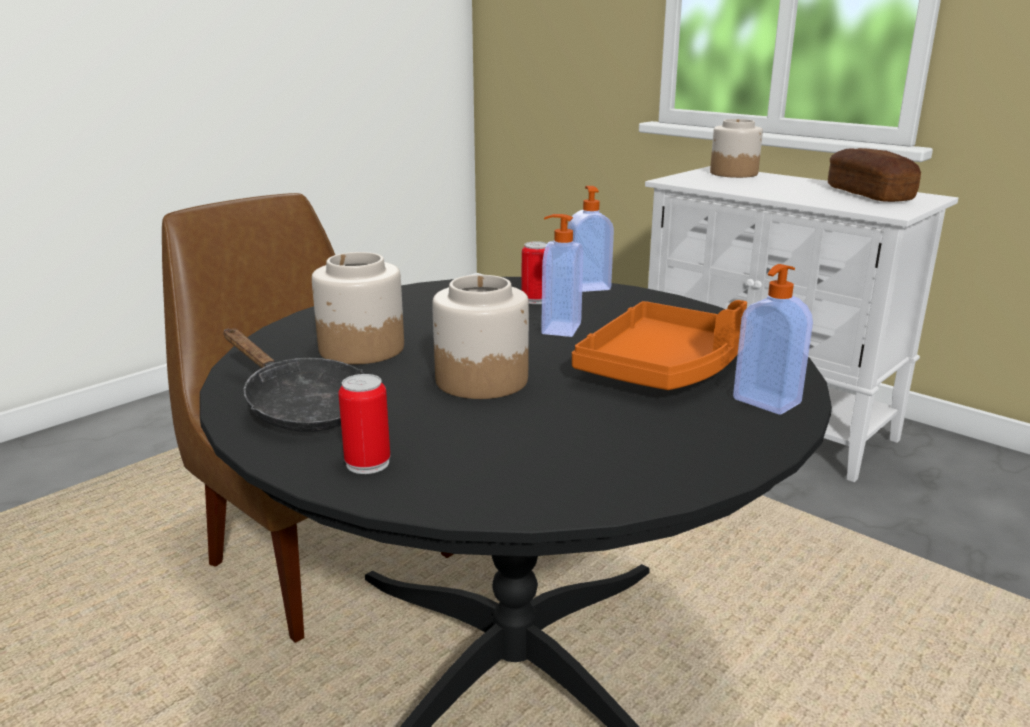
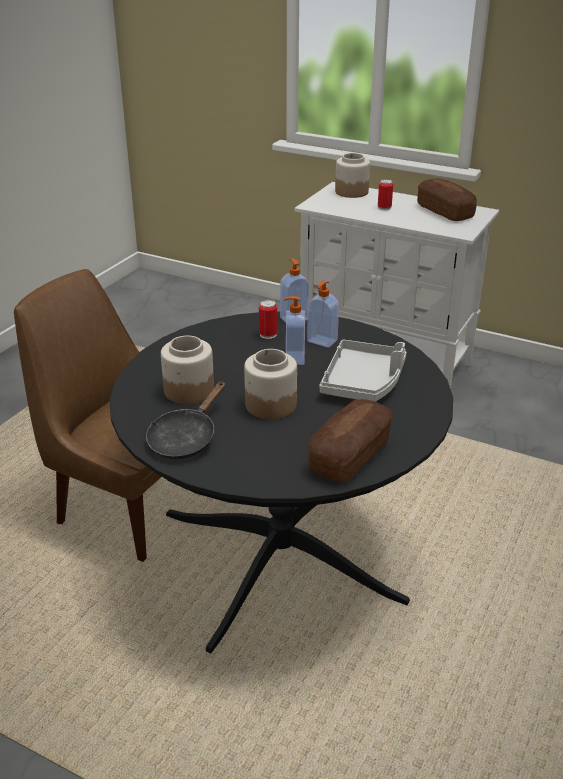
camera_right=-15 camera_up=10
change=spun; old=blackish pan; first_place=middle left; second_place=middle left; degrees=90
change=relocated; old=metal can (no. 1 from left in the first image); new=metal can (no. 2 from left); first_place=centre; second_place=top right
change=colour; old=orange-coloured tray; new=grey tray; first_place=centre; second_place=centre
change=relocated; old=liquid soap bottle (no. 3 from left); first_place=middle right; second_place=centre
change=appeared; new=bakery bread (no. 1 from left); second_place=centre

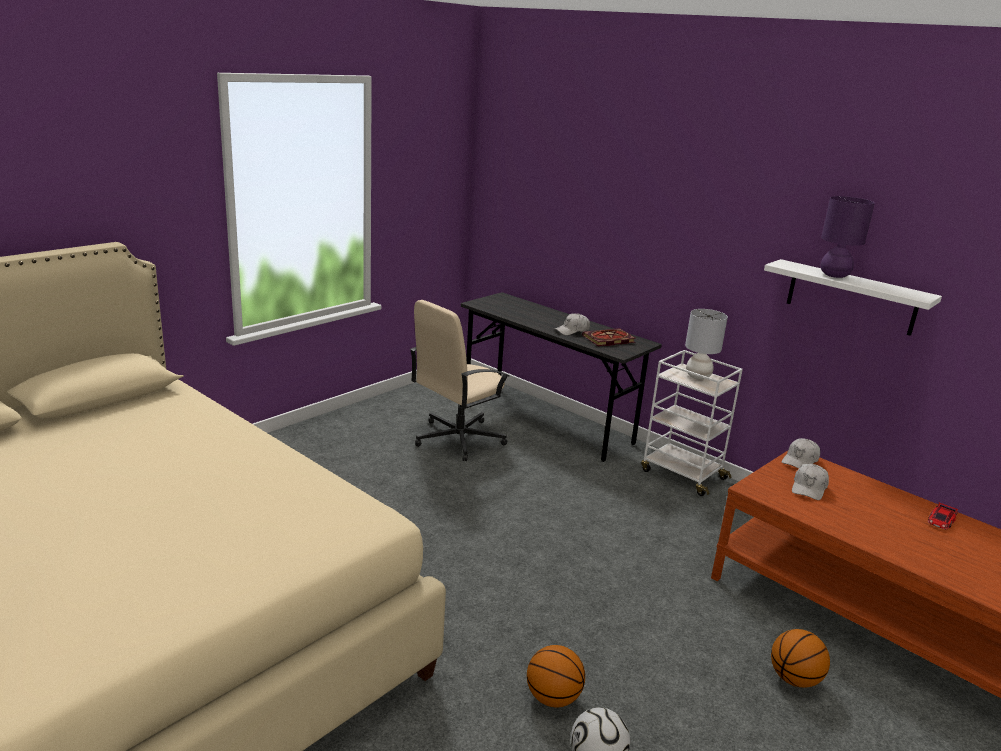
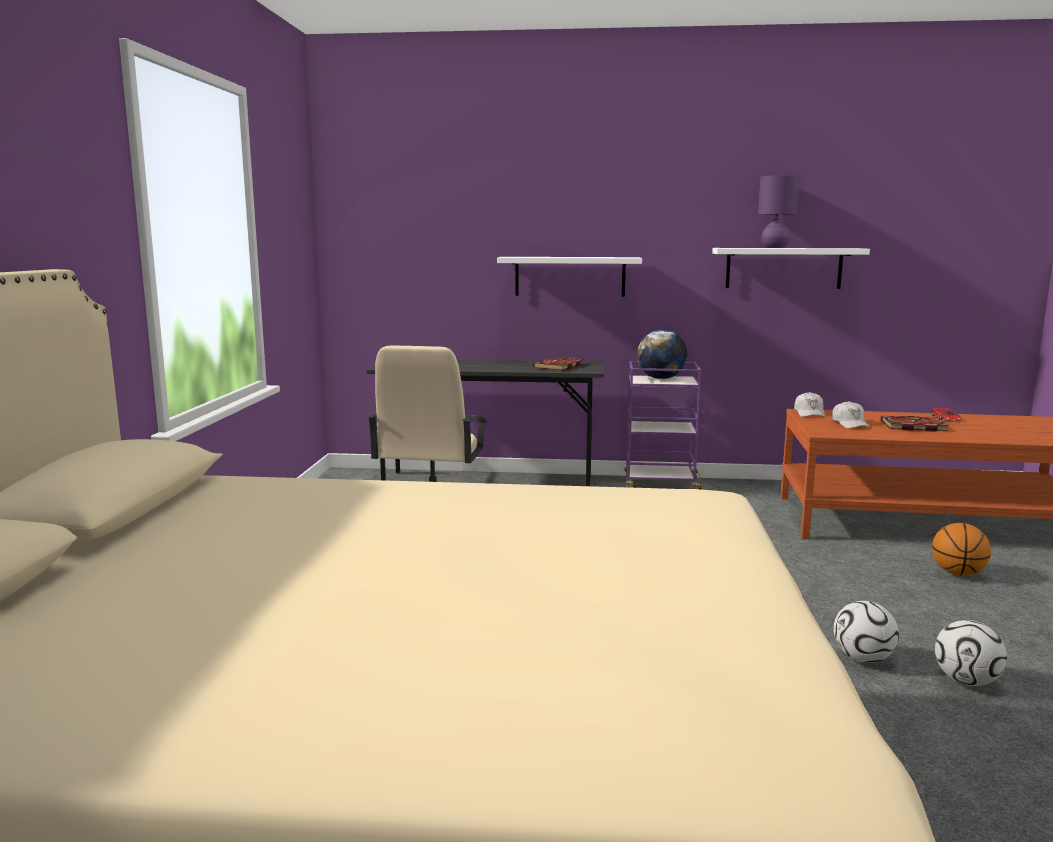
camera_right=-35 camera_up=-10
change=exchanged; old=ball for basketball (no. 1 from left); new=football (no. 1 from left); first_place=bottom centre; second_place=bottom right
change=missing; old=white cap (no. 1 from left); first_place=centre
change=colour; old=white wheeled cart; new=purple wheeled cart; first_place=middle right; second_place=centre
change=exchanged; old=grey lamp for a table; new=world globe; first_place=middle right; second_place=centre
change=appeared; new=white shelf (no. 1 from left); second_place=top centre
change=appeared; new=volume (no. 2 from left); second_place=middle right

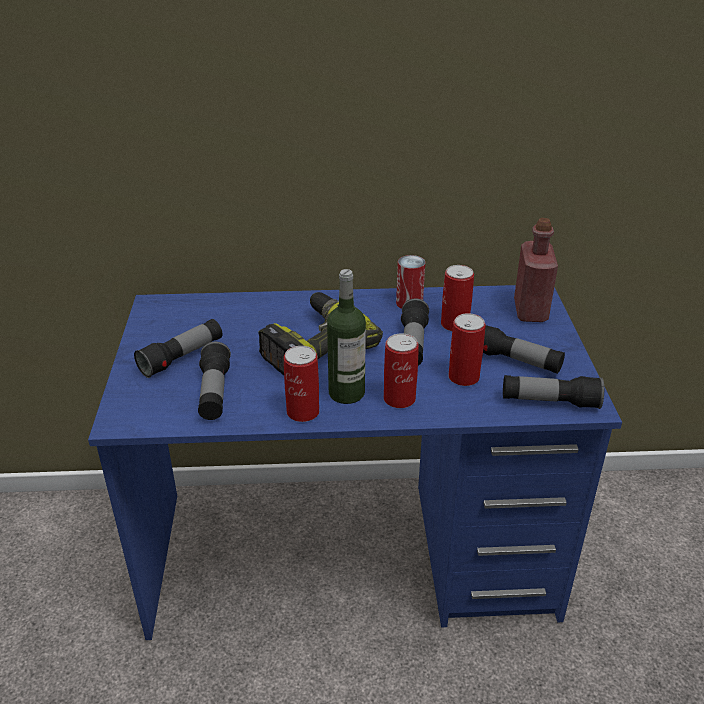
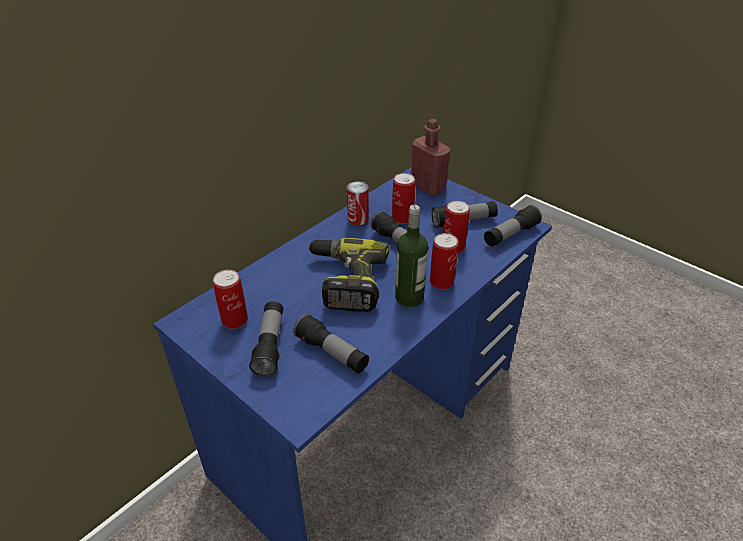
camera_right=-45 camera_up=5
change=relocated; old=metal can (no. 1 from left); first_place=centre; second_place=middle left

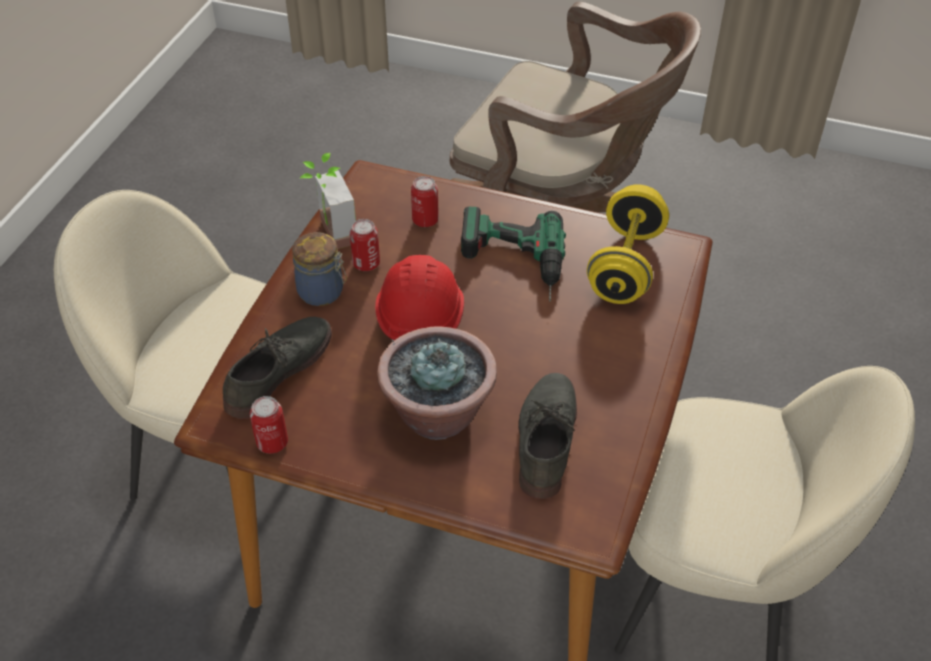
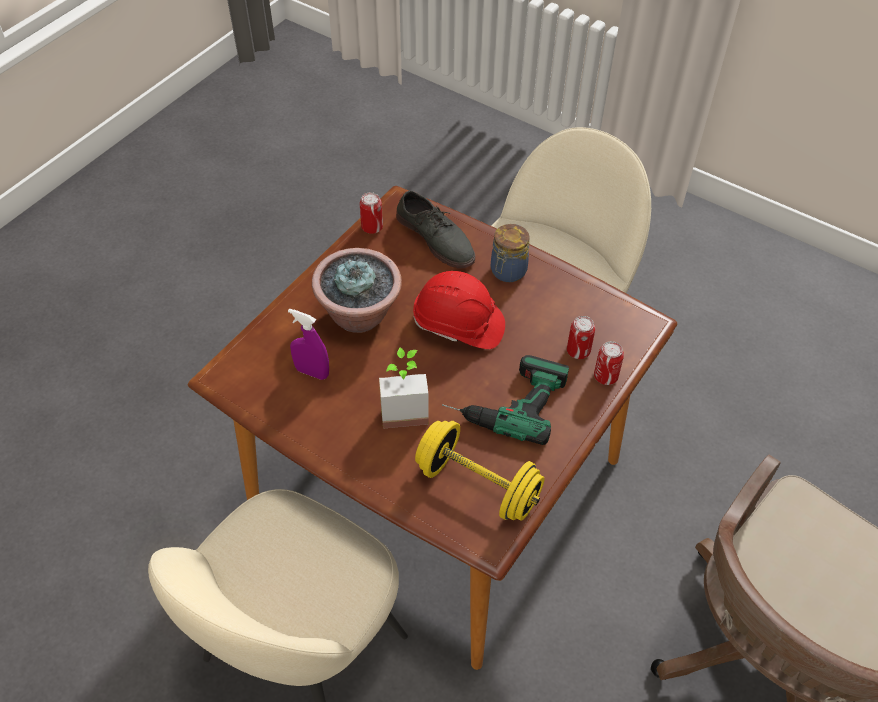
camera_right=105 camera_up=5
change=relocated; old=houseplant (no. 1 from left in the first image); new=houseplant (no. 2 from left); first_place=top centre; second_place=centre
change=relocated; old=metal can (no. 2 from left in the first image); new=metal can (no. 3 from left); first_place=centre; second_place=middle right
change=exchanged; old=grey item of footwear (no. 2 from left); new=purple spray bottle; first_place=centre; second_place=centre

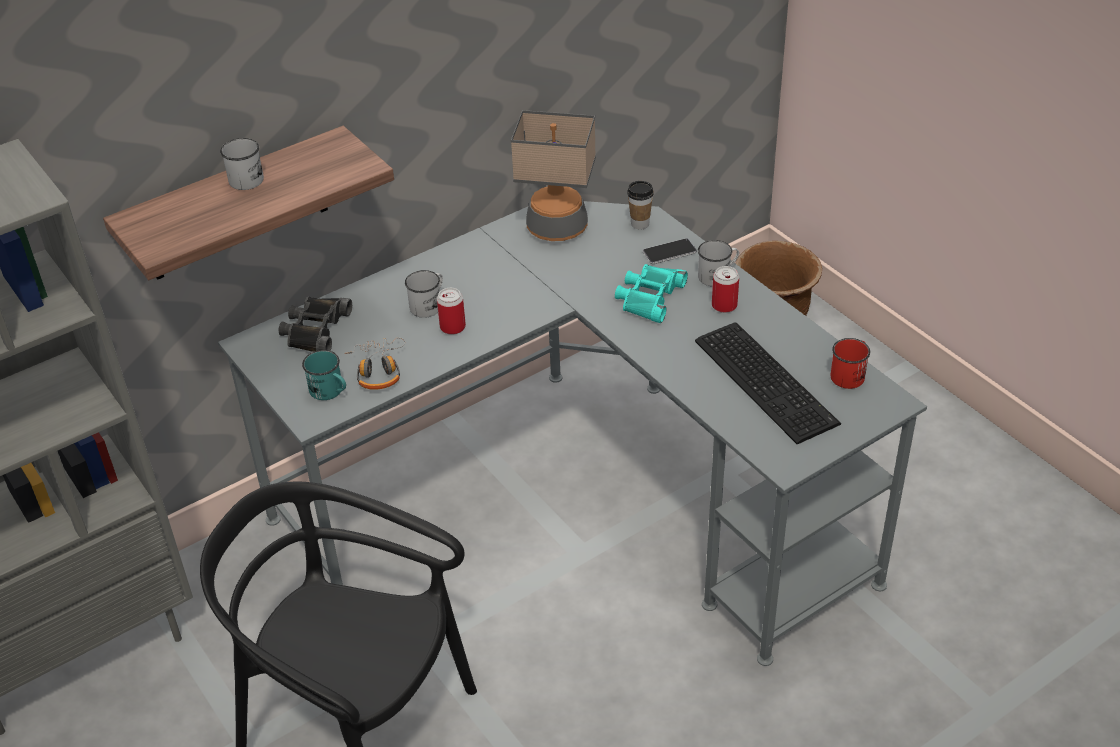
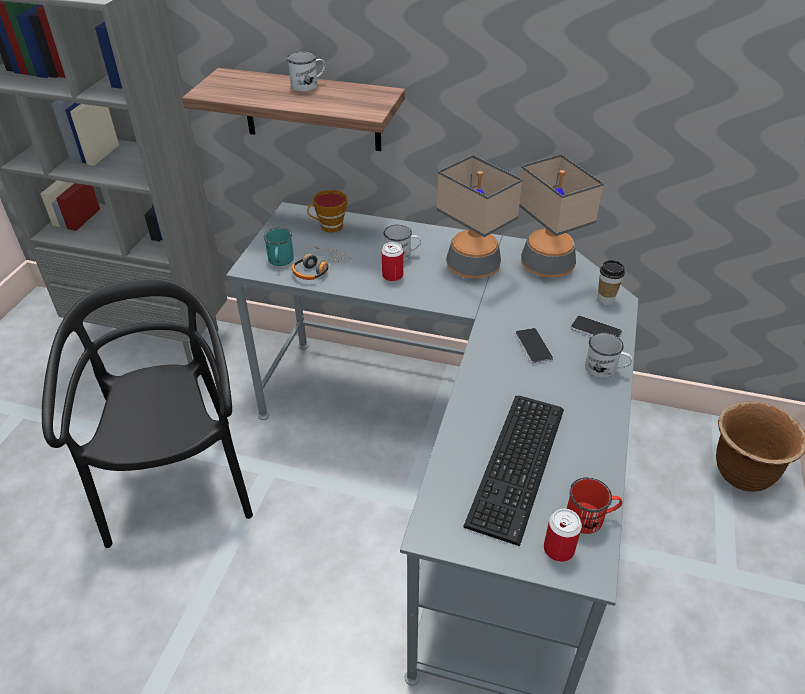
camera_right=50 camera_up=0
change=exchanged; old=blackish pair of binoculars; new=small cup (no. 1 from left); first_place=middle left; second_place=top centre
change=exchanged; old=turquoise-coloured pair of binoculars; new=phone (no. 1 from left); first_place=centre; second_place=centre
change=relocated; old=metal can (no. 2 from left); first_place=centre; second_place=bottom right
change=appeared; new=lamp for a table (no. 1 from left); second_place=top centre

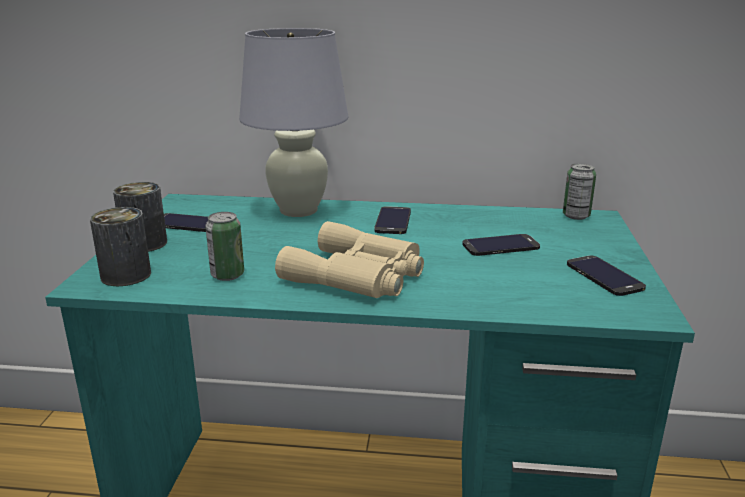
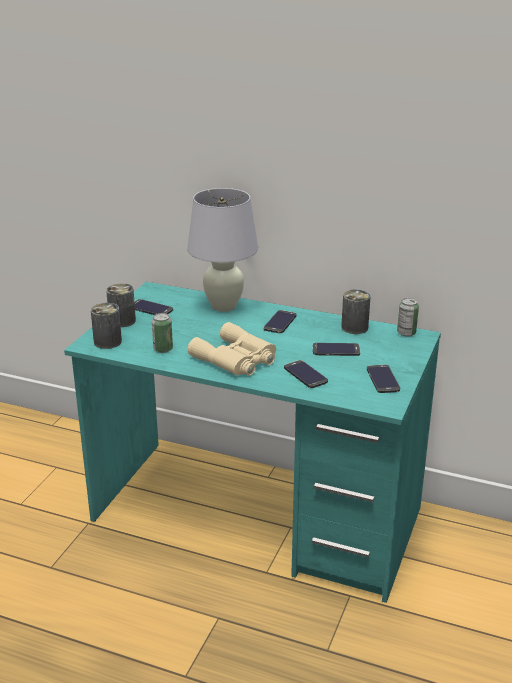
camera_right=15 camera_up=5
change=appeared; new=phone (no. 3 from left); second_place=centre
change=appeared; new=metal can (no. 4 from left); second_place=middle right

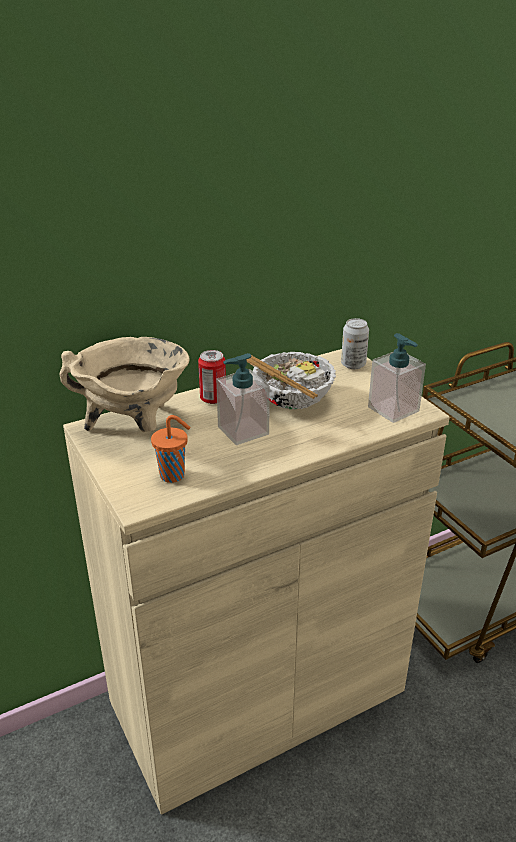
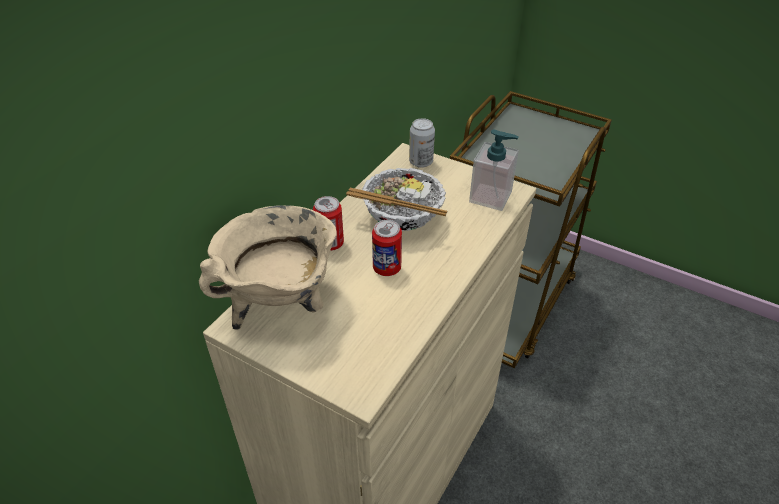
camera_right=-30 camera_up=10
change=missing; old=orange-coloured small cup; first_place=middle left
change=exchanged; old=liquid soap bottle (no. 1 from left); new=metal can (no. 2 from left); first_place=centre; second_place=centre

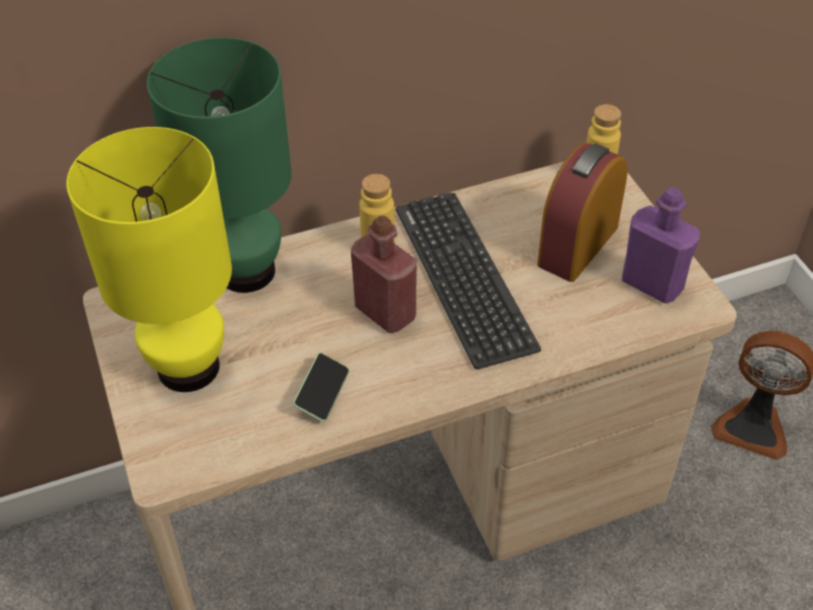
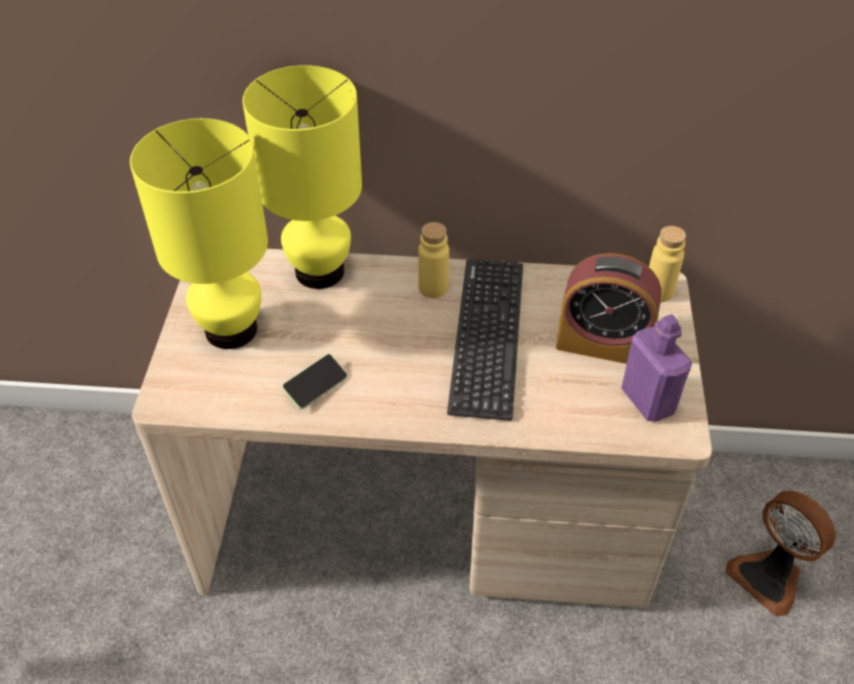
camera_right=25 camera_up=0
change=colour; old=green-coloured lamp for a table; new=yellow-coloured lamp for a table (no. 2 from left); first_place=top left; second_place=top centre
change=missing; old=red-coloured drink bottle; first_place=centre
change=spun; old=bedside clock; first_place=middle right; second_place=middle right; degrees=-135

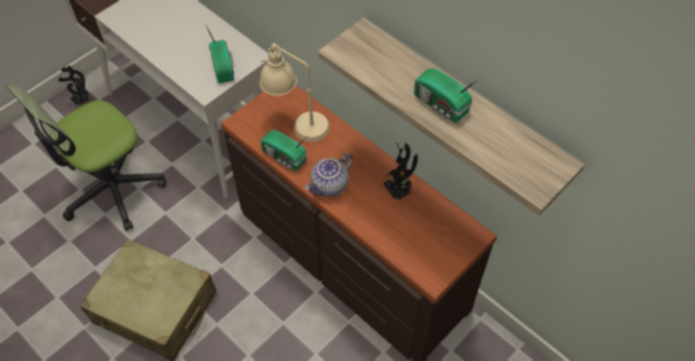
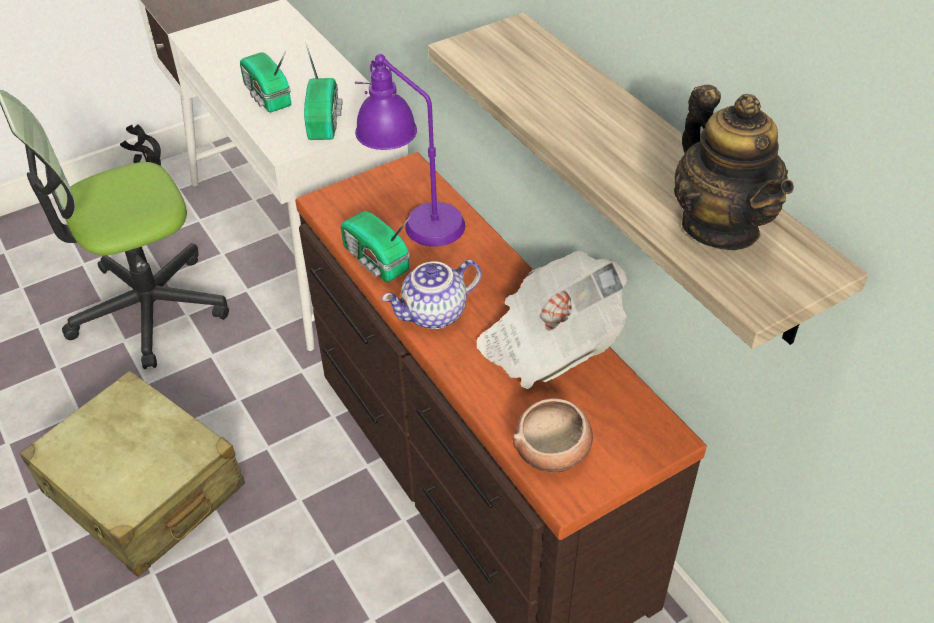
camera_right=15 camera_up=-10
change=colour; old=beige lamp for a table; new=purple lamp for a table; first_place=top centre; second_place=top centre
change=exchanged; old=houseplant (no. 2 from left); new=daily paper; first_place=centre; second_place=centre
change=relocated; old=radio receiver (no. 3 from left in the first image); new=radio receiver (no. 1 from left); first_place=top centre; second_place=top left
change=appeared; new=deep dish; second_place=bottom centre
change=appeared; new=tea pot (no. 2 from left); second_place=top right

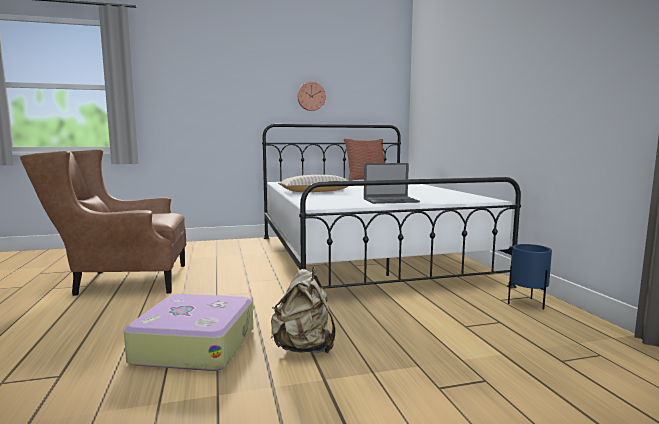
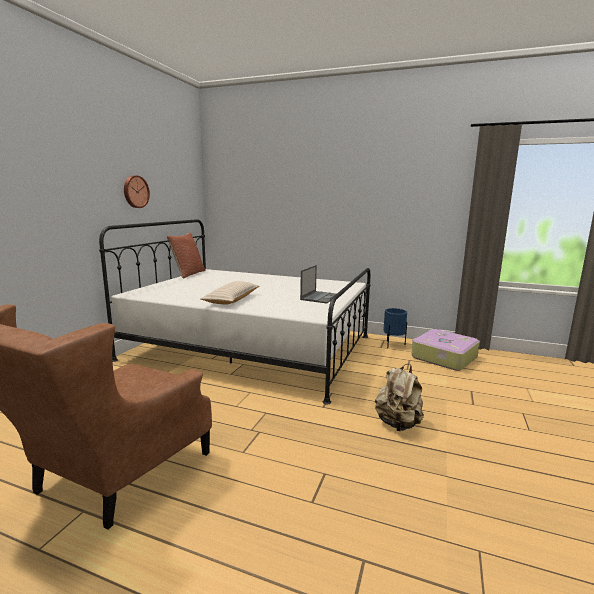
camera_right=-55 camera_up=5
change=relocated; old=piece of luggage; first_place=bottom left; second_place=middle right

